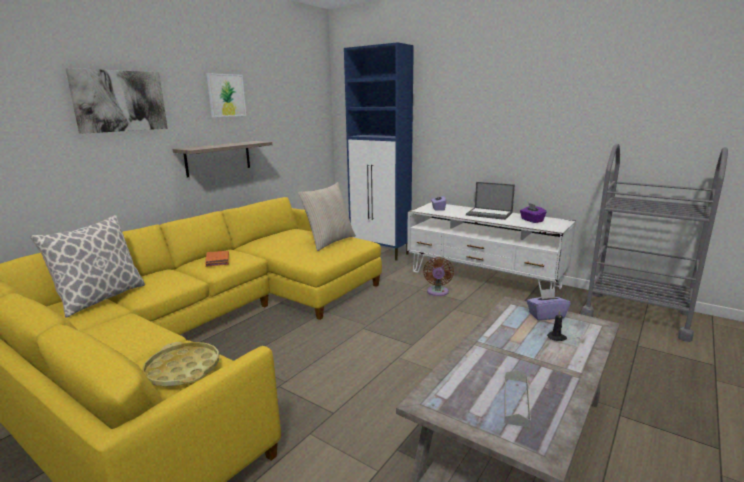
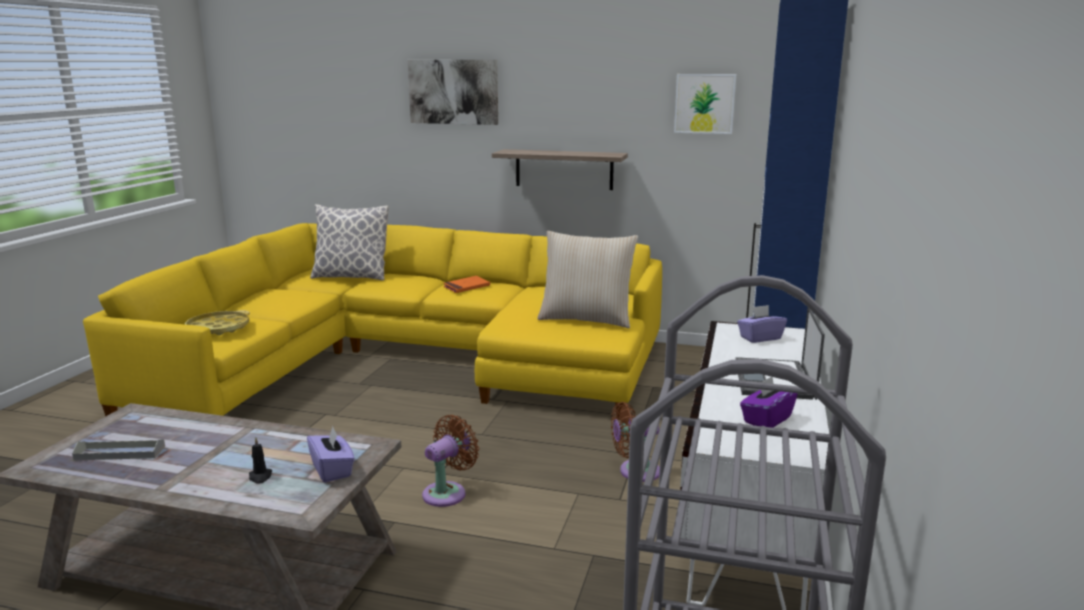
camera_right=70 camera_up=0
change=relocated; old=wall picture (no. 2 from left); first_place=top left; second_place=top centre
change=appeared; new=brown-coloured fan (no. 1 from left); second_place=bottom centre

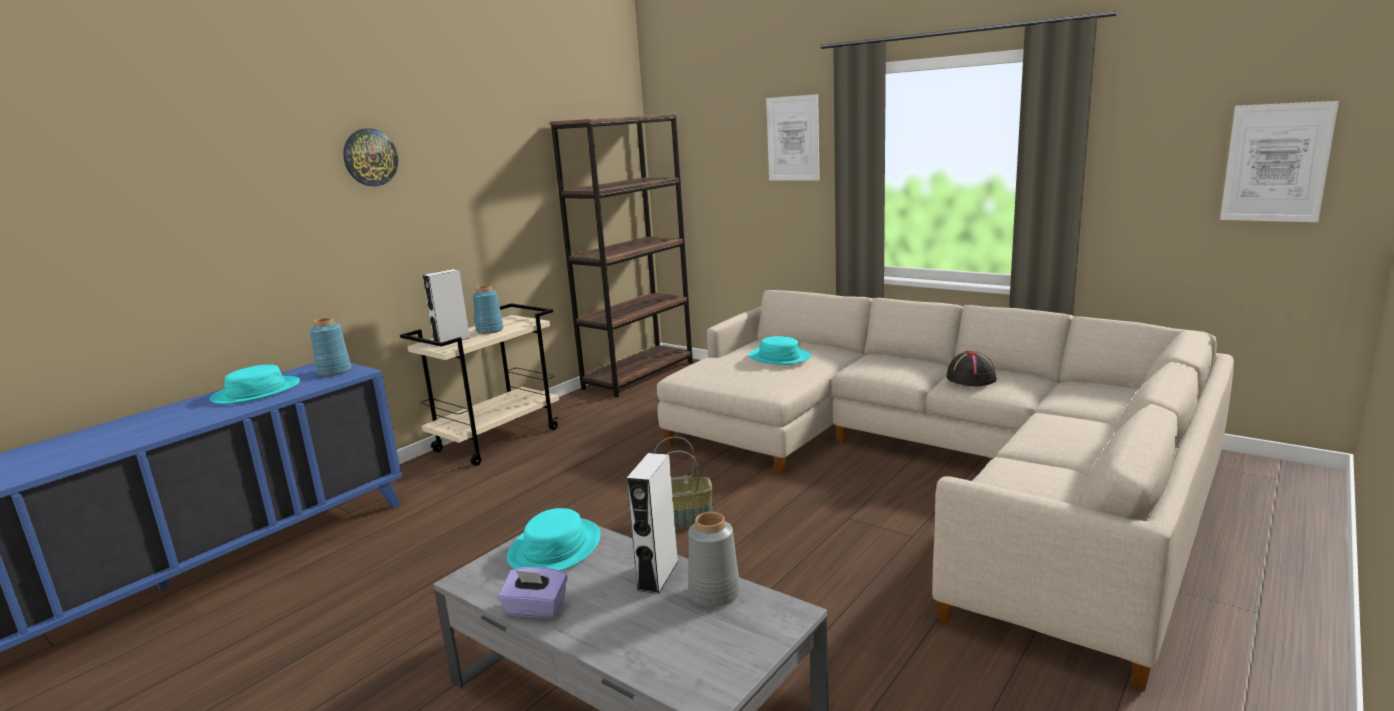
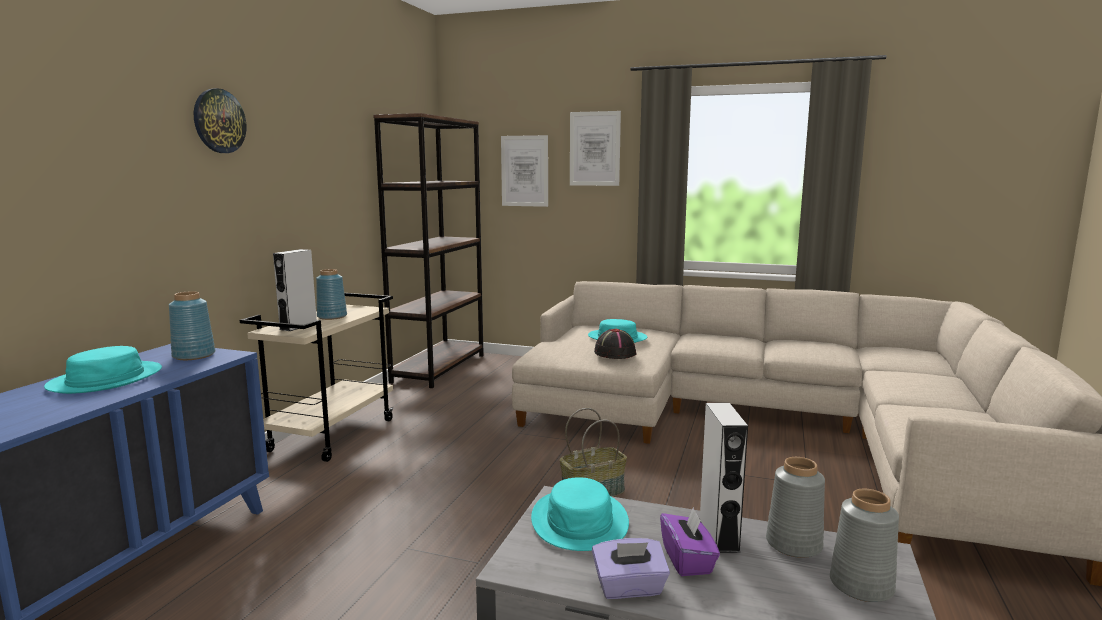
camera_right=-20 camera_up=-5
change=relocated; old=blackish wearable hat; first_place=middle right; second_place=centre
change=relocated; old=wall picture (no. 2 from left in the first image); new=wall picture (no. 1 from left); first_place=top right; second_place=top centre
change=appeared; new=purple tissue holder (no. 2 from left); second_place=bottom centre
change=appeared; new=grey decorative vase (no. 2 from left); second_place=bottom right

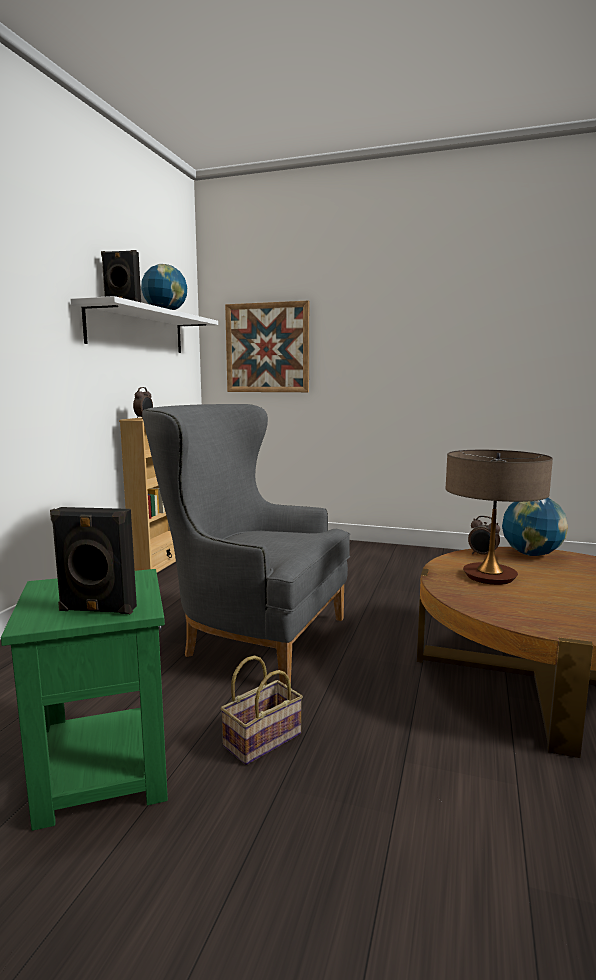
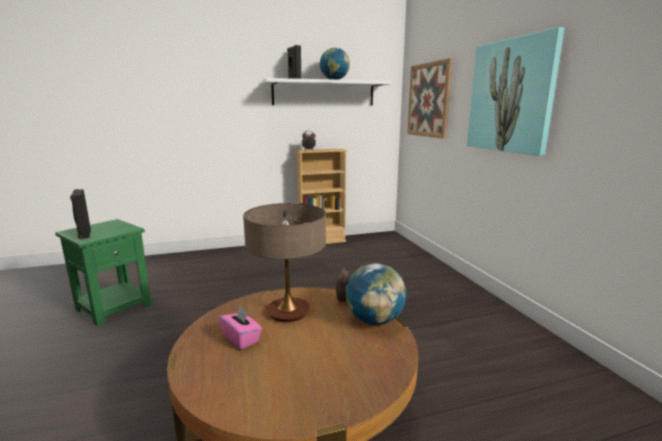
camera_right=55 camera_up=5
change=missing; old=grey easy chair; first_place=centre
change=missing; old=storage basket; first_place=bottom centre
change=appeared; new=pink tissue holder; second_place=bottom centre
change=appeared; new=wall picture (no. 2 from left); second_place=top right

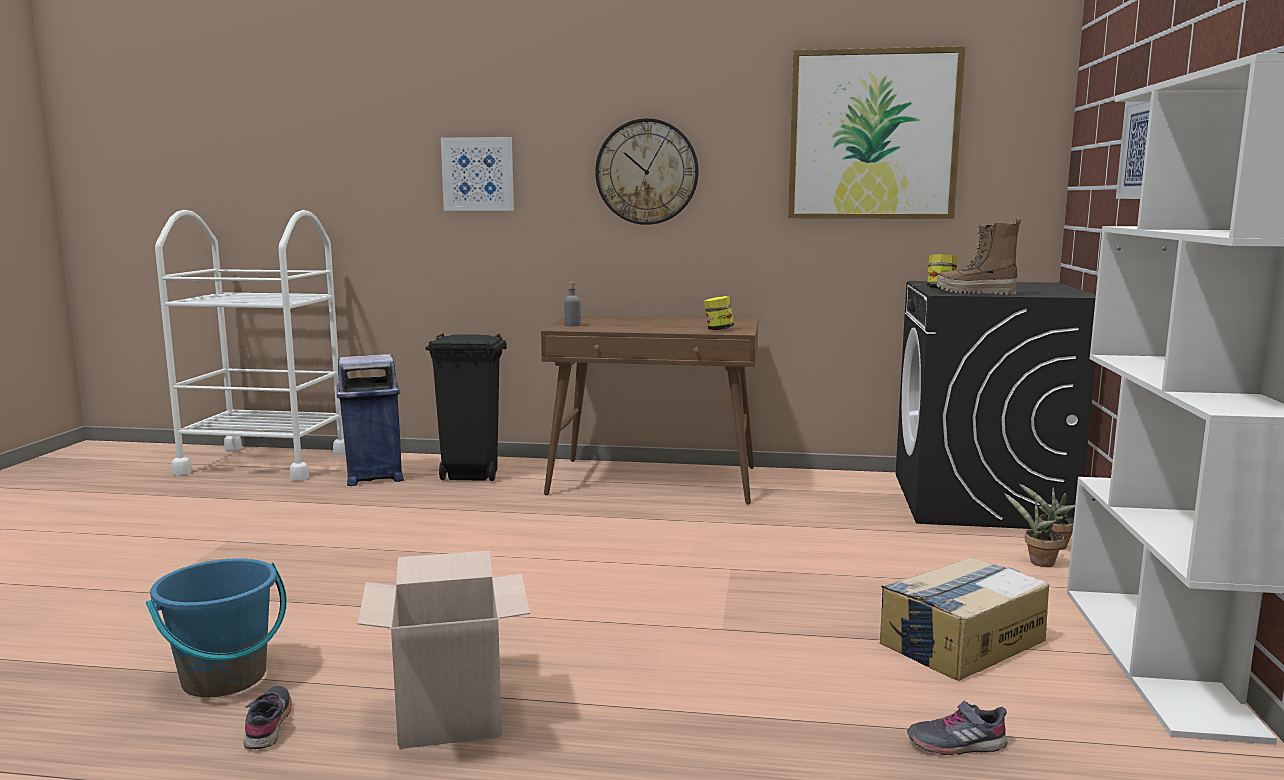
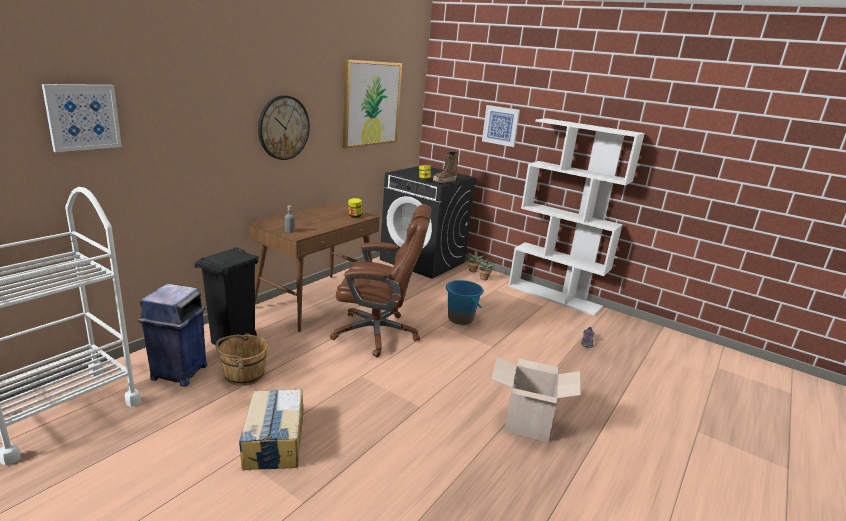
camera_right=-65 camera_up=10
change=relocated; old=blue water bucket; first_place=bottom left; second_place=centre
change=missing; old=grey item of footwear (no. 1 from left); first_place=bottom left
change=relocated; old=wall picture (no. 1 from left); first_place=top centre; second_place=top left
change=relocated; old=carton (no. 2 from left in the first image); new=carton (no. 1 from left); first_place=bottom right; second_place=bottom left
change=appeared; new=brown-coloured water bucket; second_place=bottom left
change=appeared; new=brown-coloured computer chair; second_place=centre

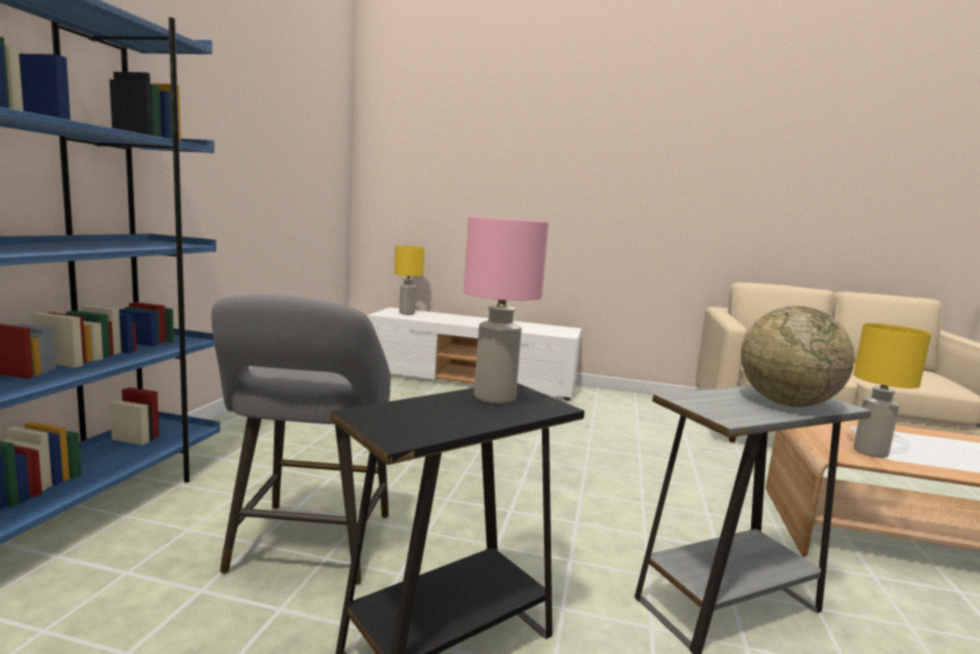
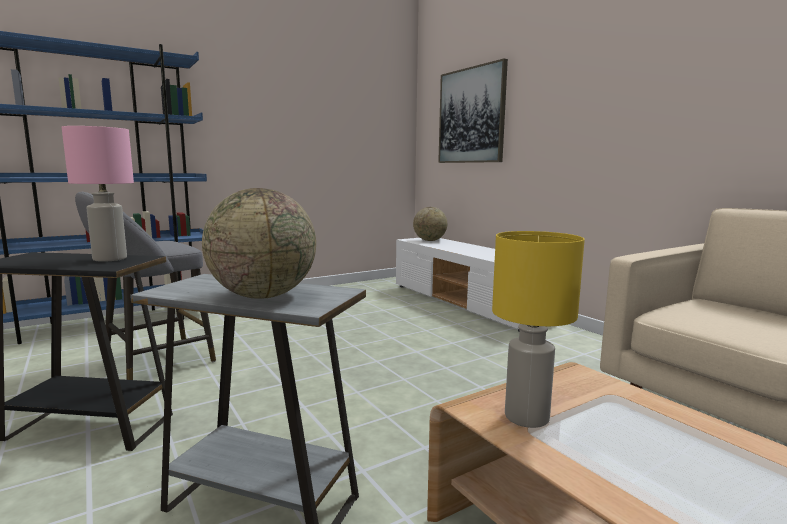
camera_right=45 camera_up=0
change=exchanged; old=yellow-coloured lamp for a table (no. 1 from left); new=world globe (no. 2 from left); first_place=centre; second_place=centre
change=appeared; new=wall picture; second_place=top centre

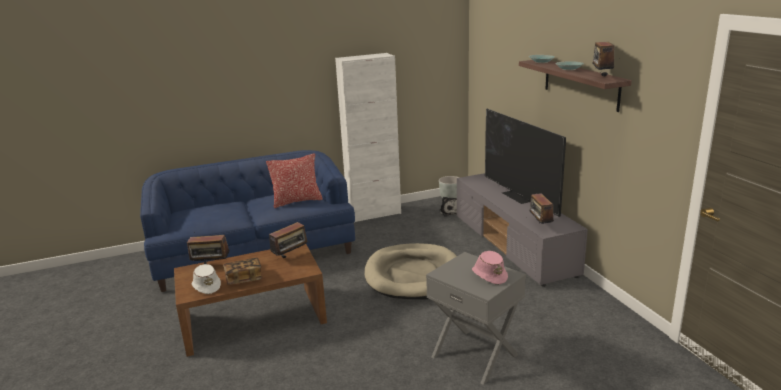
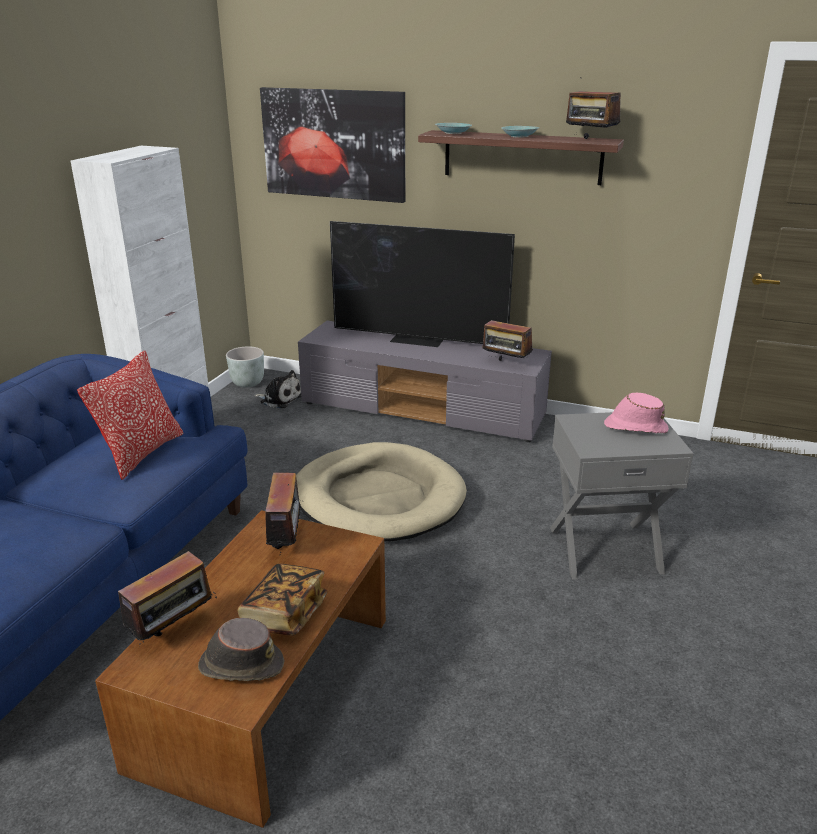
camera_right=-50 camera_up=5
change=colour; old=white wearable hat; new=brown-coloured wearable hat; first_place=bottom left; second_place=bottom left
change=appeared; new=wall picture; second_place=top centre

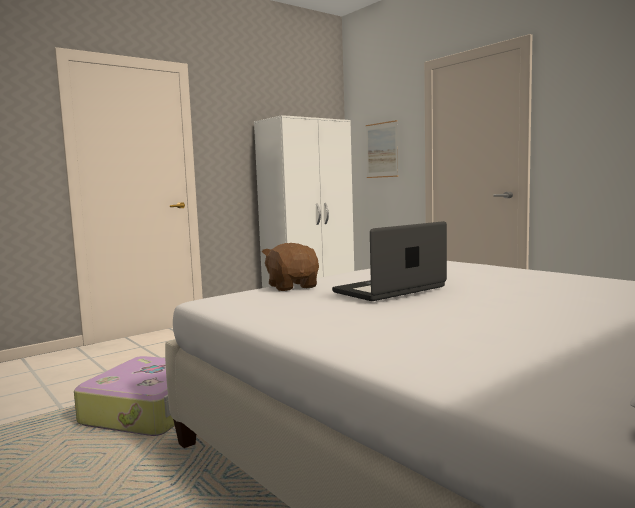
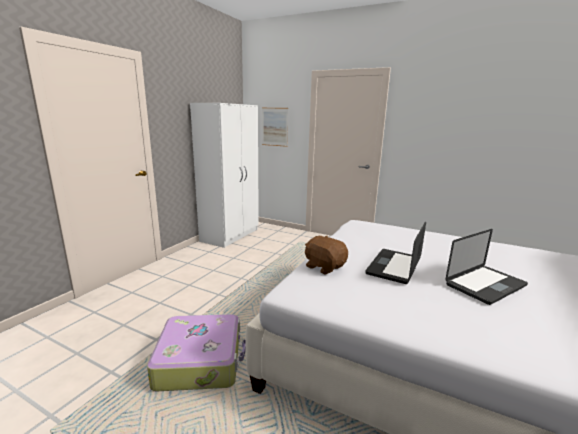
camera_right=-25 camera_up=10
change=appeared; new=notebook computer (no. 2 from left); second_place=middle right

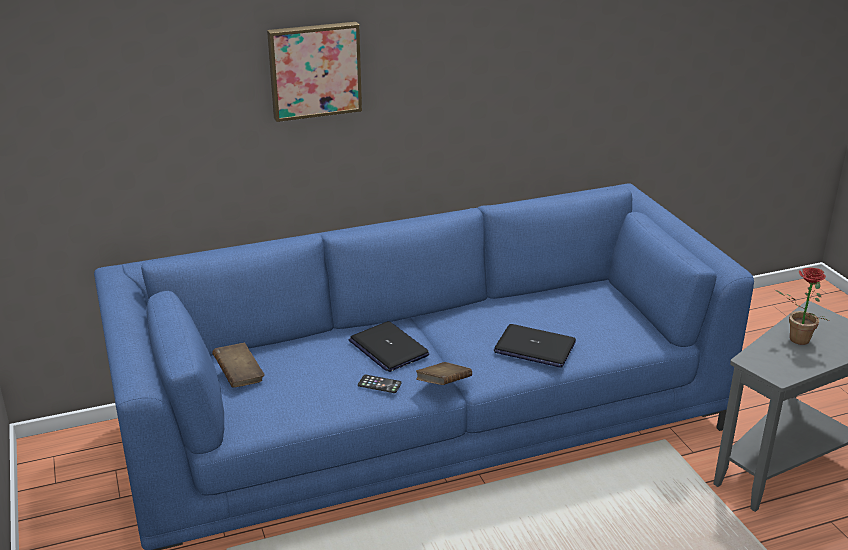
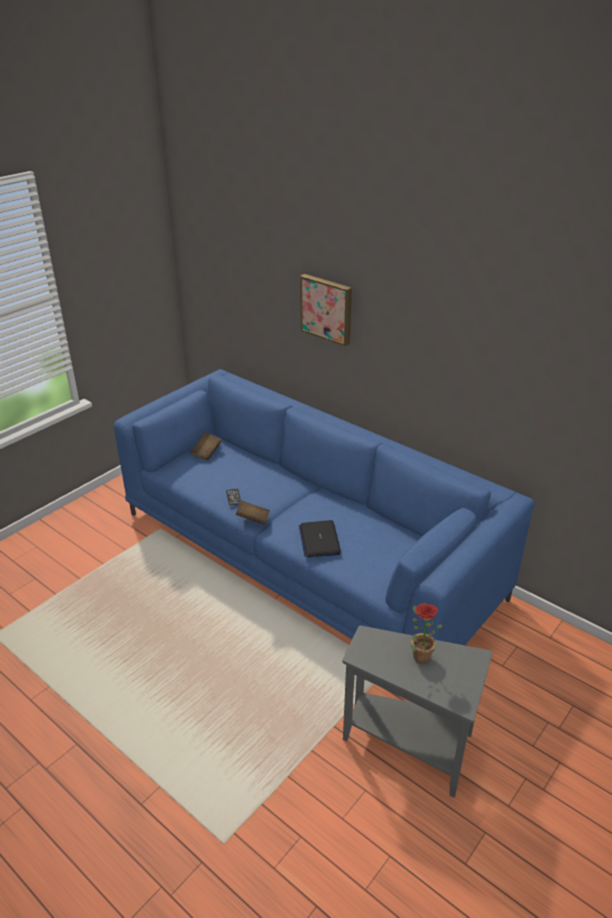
camera_right=60 camera_up=5
change=missing; old=notebook computer (no. 1 from left); first_place=centre

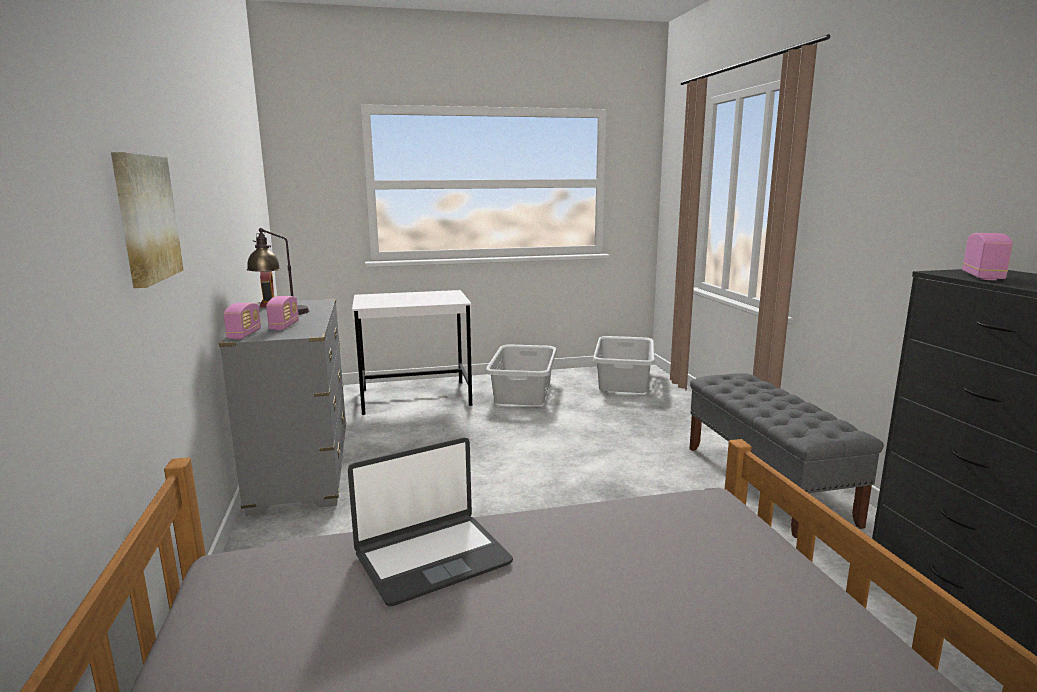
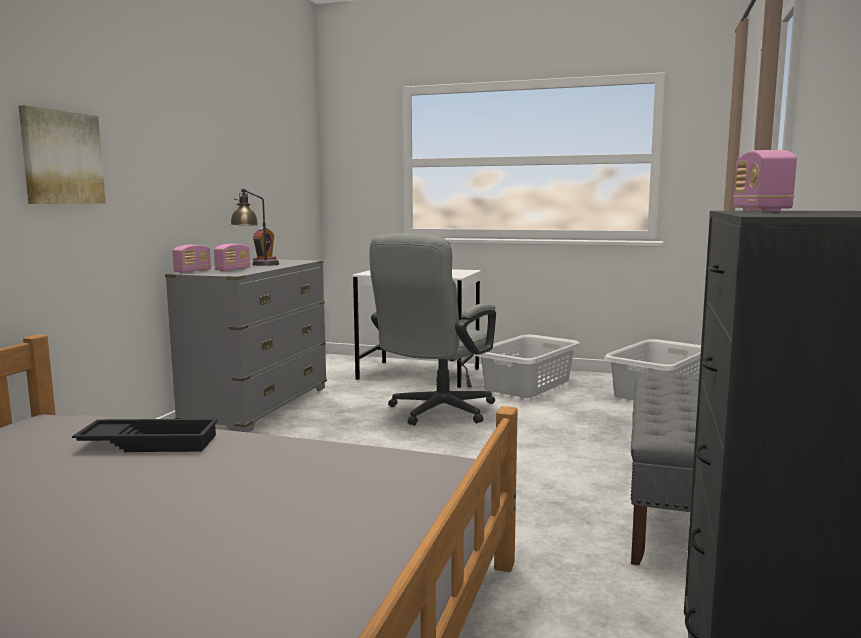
camera_right=30 camera_up=-5
change=exchanged; old=notebook computer; new=blackish tray; first_place=bottom centre; second_place=bottom left
change=spun; old=radio receiver (no. 3 from left); first_place=middle right; second_place=top right; degrees=135
change=appeared; new=grey computer chair; second_place=centre

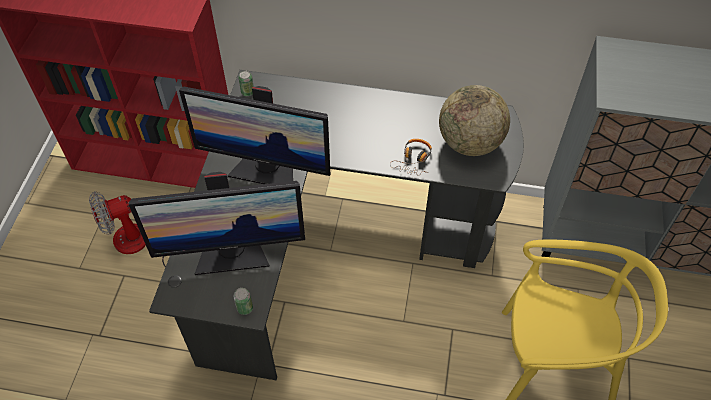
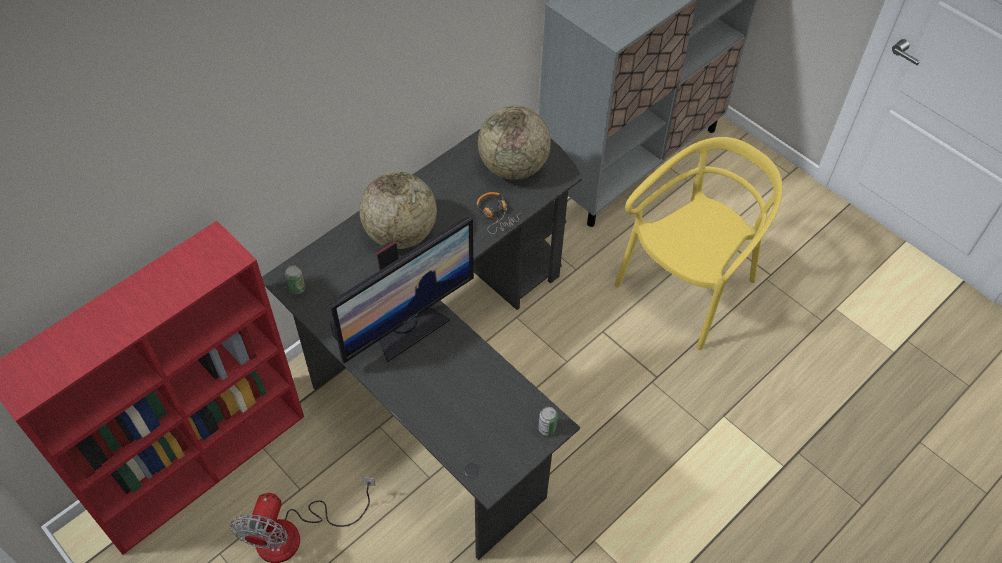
camera_right=-55 camera_up=0
change=missing; old=computer screen (no. 1 from left); first_place=middle left
change=appeared; new=world globe (no. 1 from left); second_place=centre

